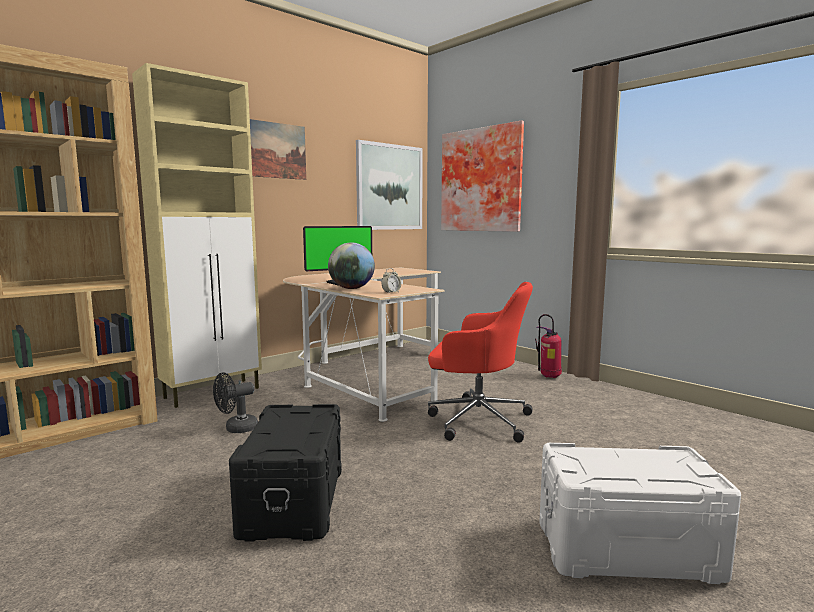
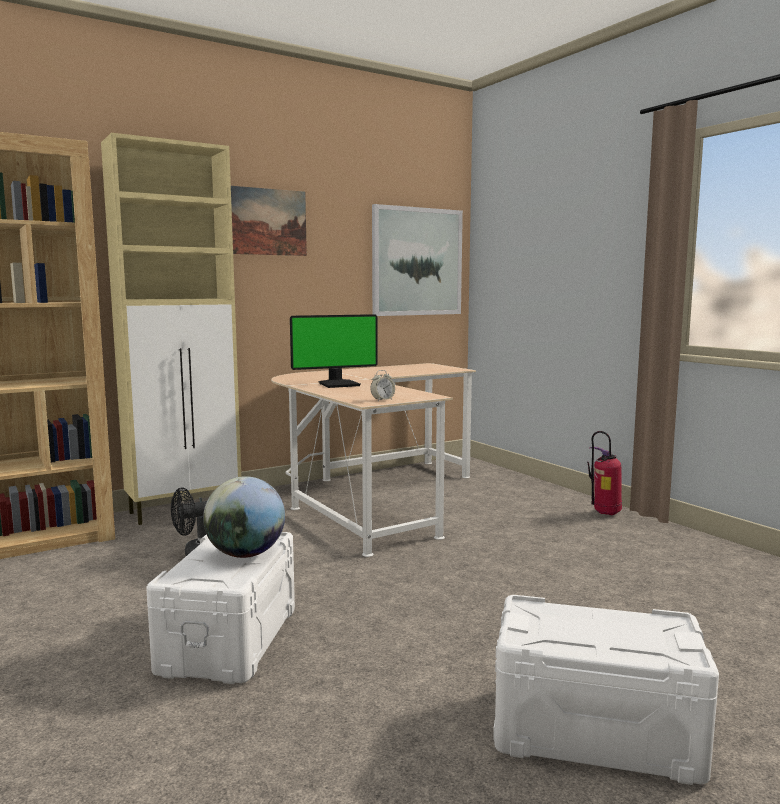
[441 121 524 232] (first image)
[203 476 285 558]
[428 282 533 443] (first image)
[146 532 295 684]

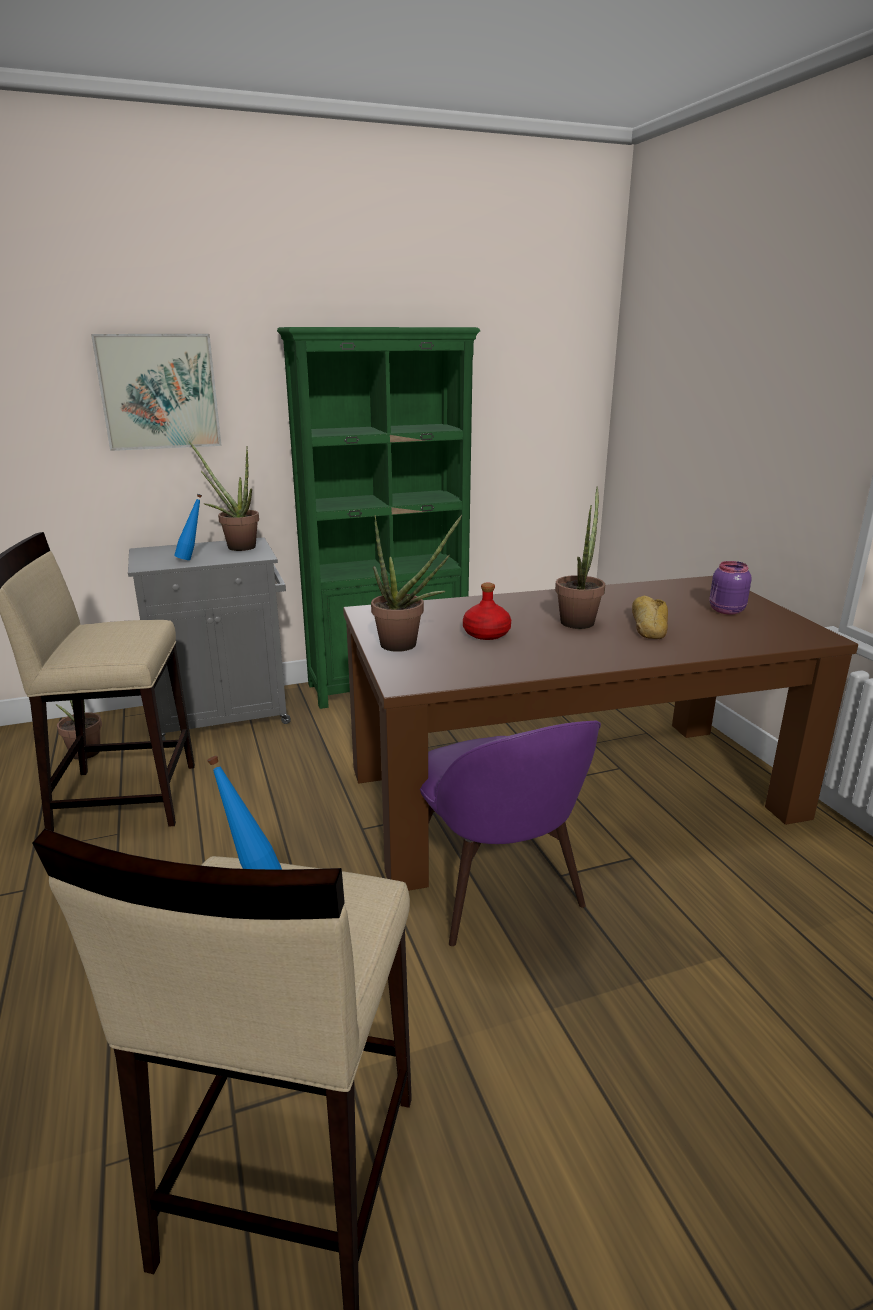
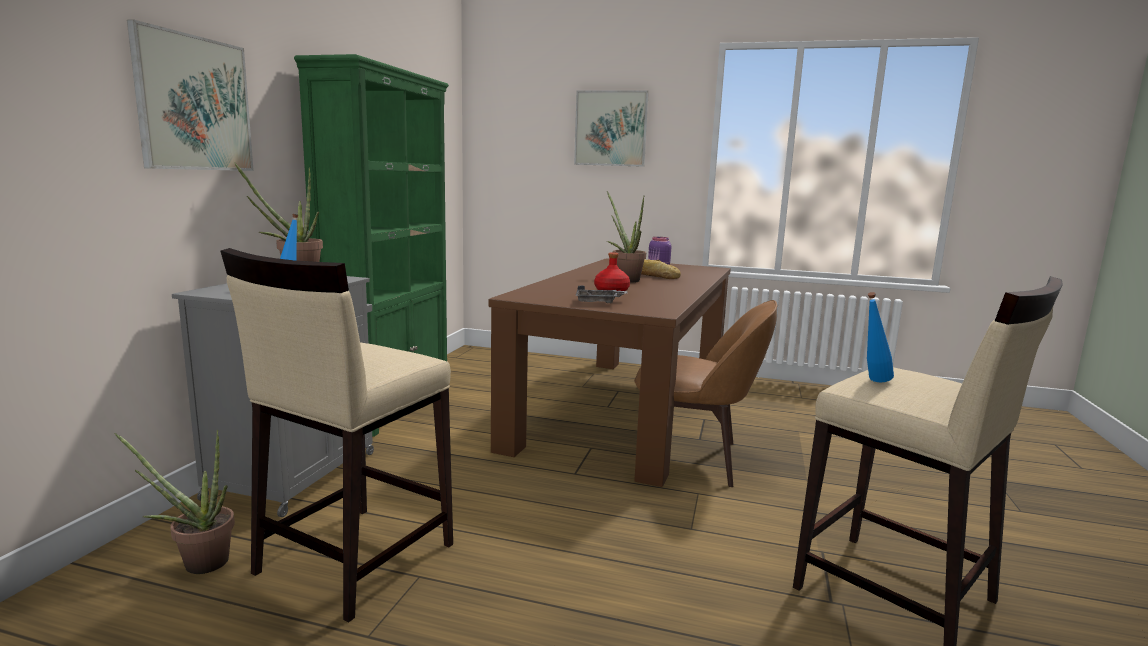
[575 285 627 303]
[634 300 777 487]
[574 90 649 167]

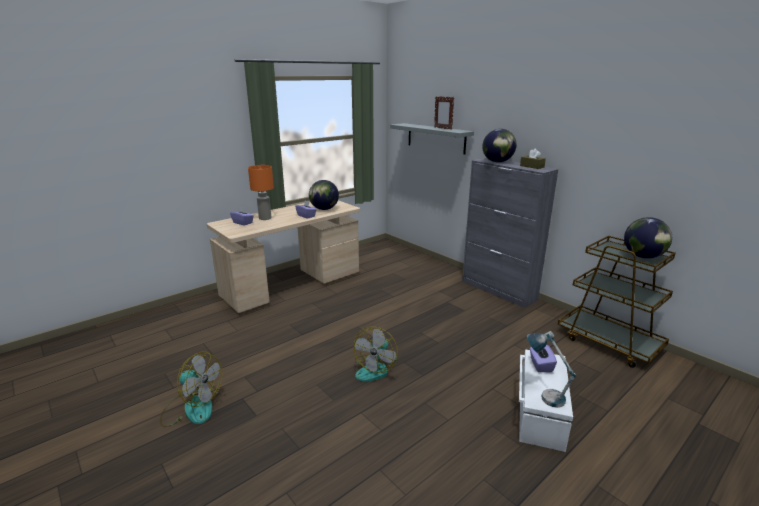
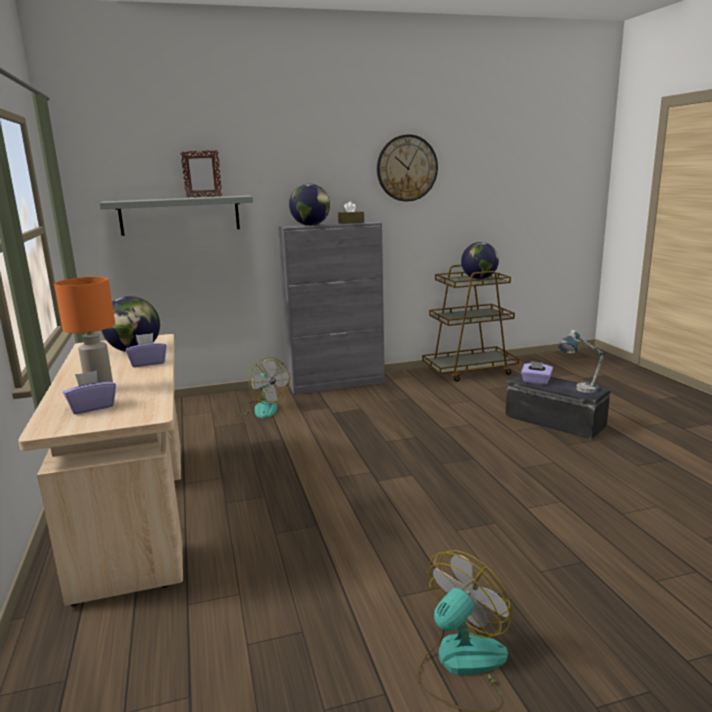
[234 357 290 418]
[505 374 611 439]
[377 134 438 202]

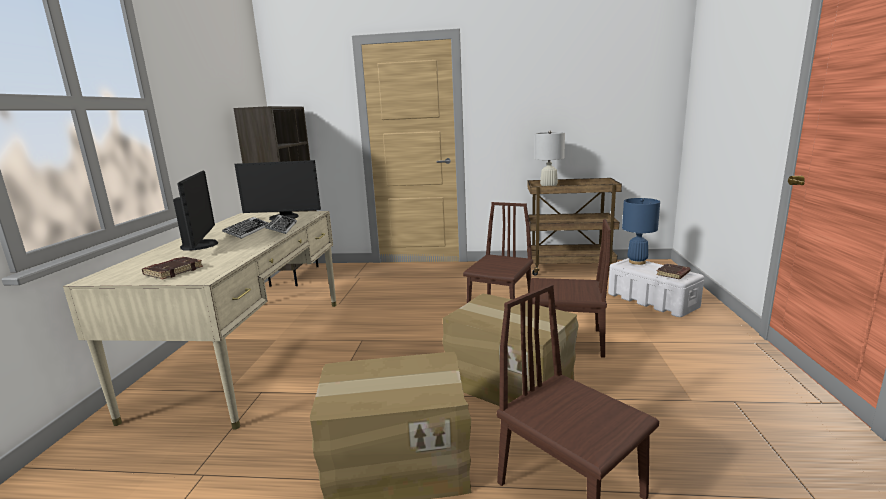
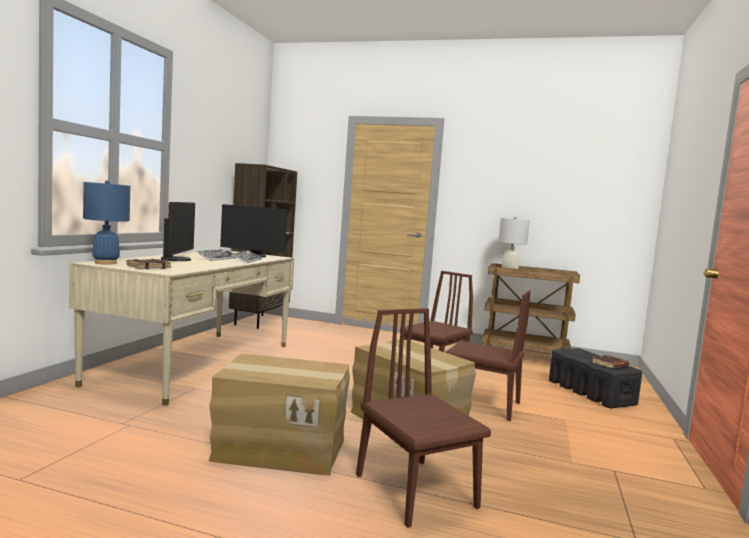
[83 180 130 265]
[549 348 642 408]

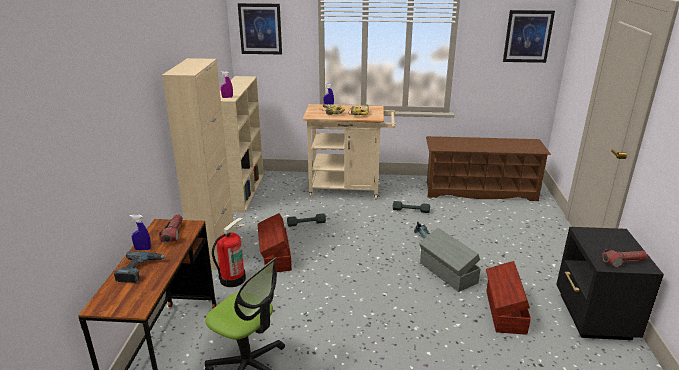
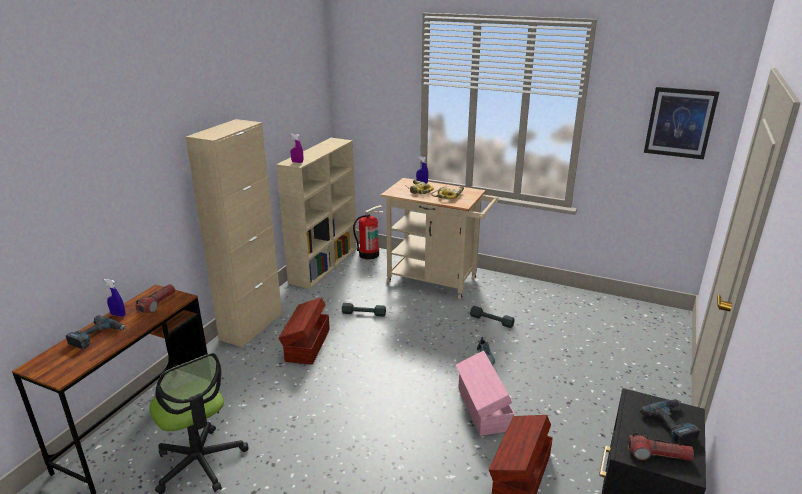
[238 3 282 55] (first image)
[426 136 551 201] (first image)
[353 205 384 260]
[456 351 514 436]
[640 400 701 444]

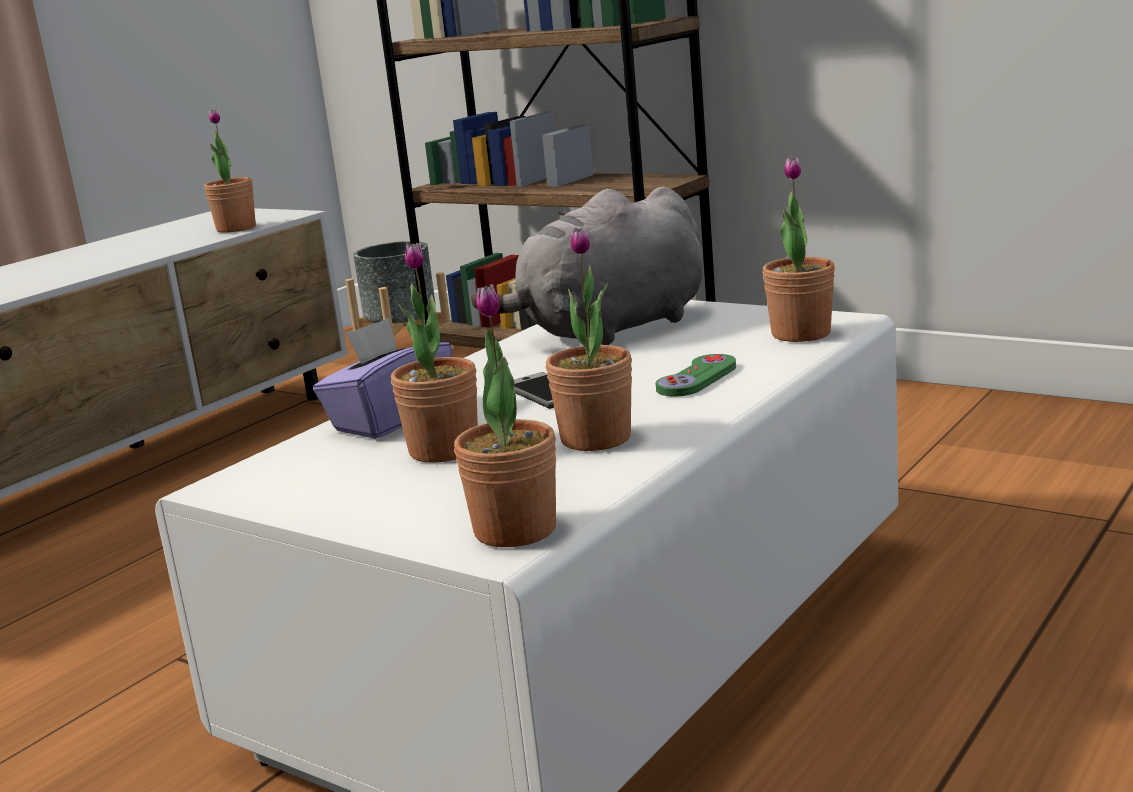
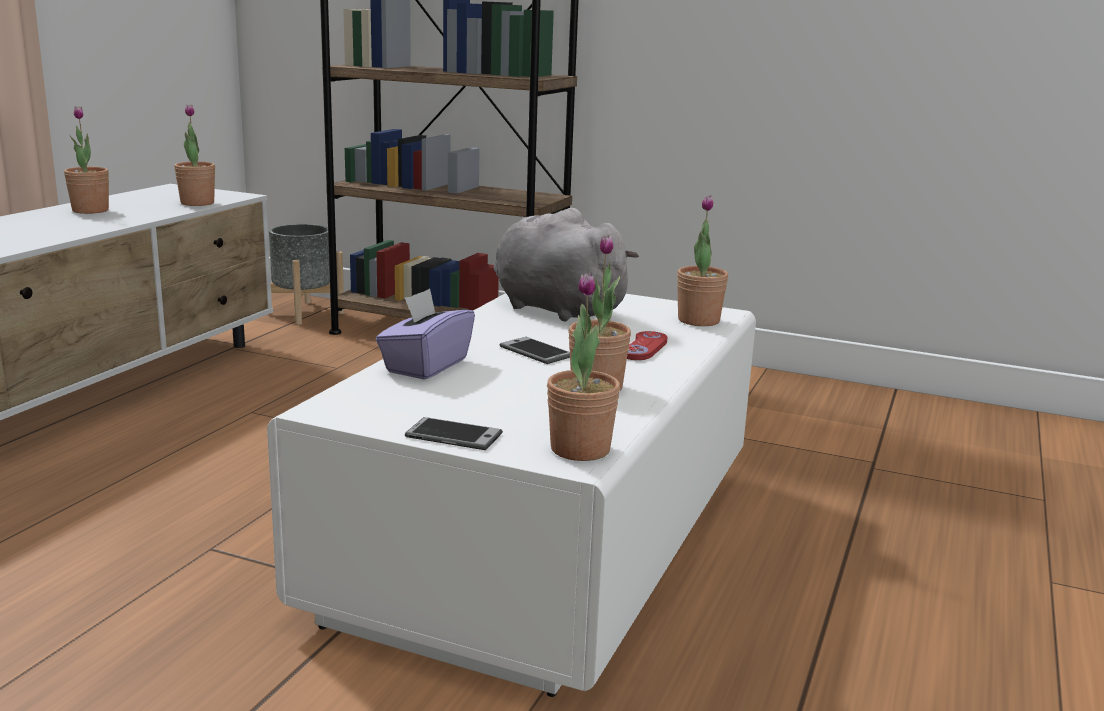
[494 208 639 321]
[64 106 109 214]
[627 331 667 360]
[405 417 503 450]

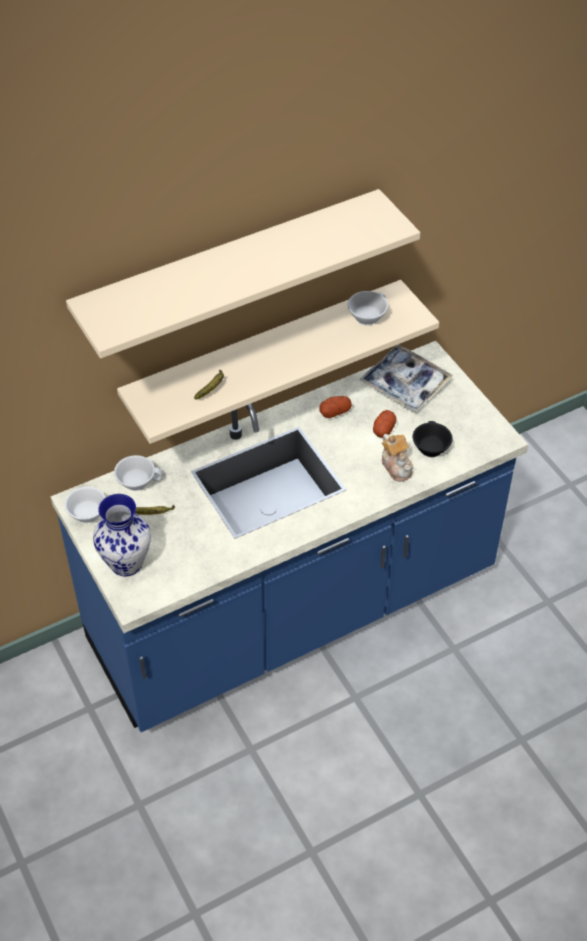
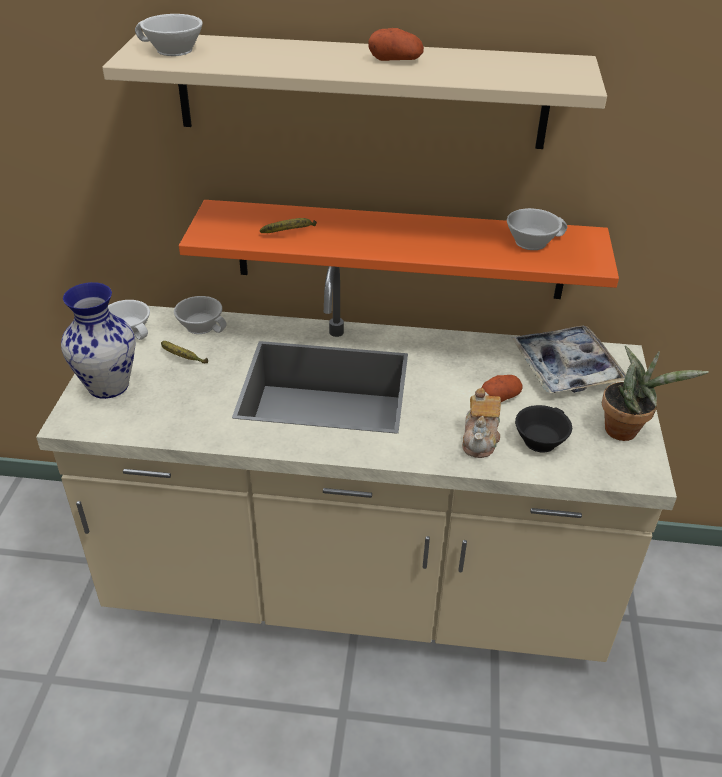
[179 200 619 299]
[36 266 677 662]
[368 28 424 61]
[135 14 203 56]
[602 346 709 441]

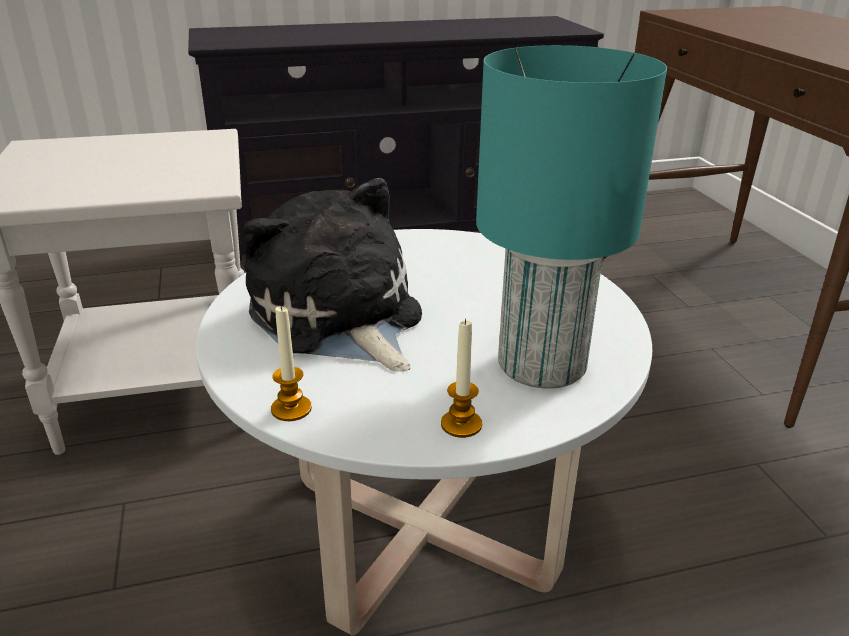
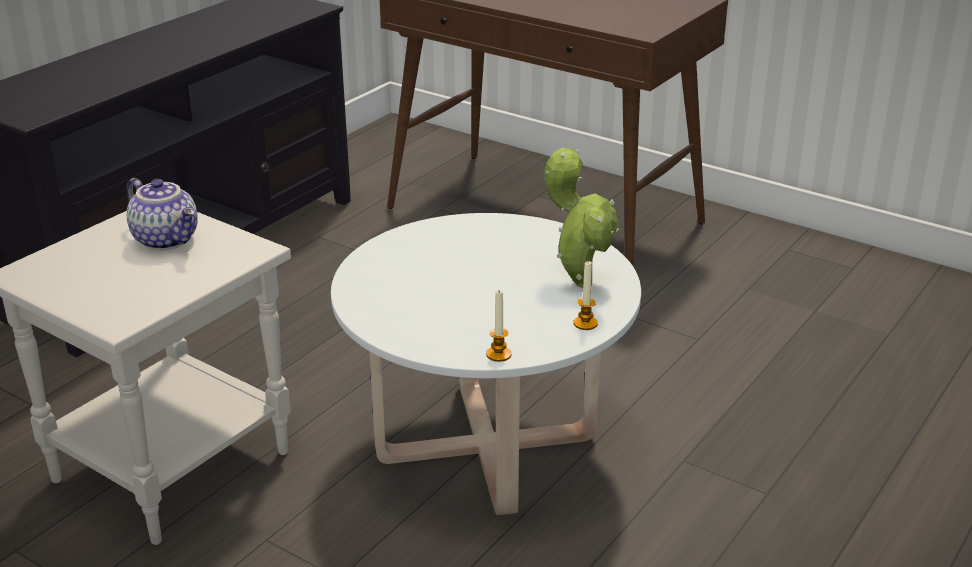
[544 148 619 288]
[242 178 422 372] (first image)
[127 178 198 250]

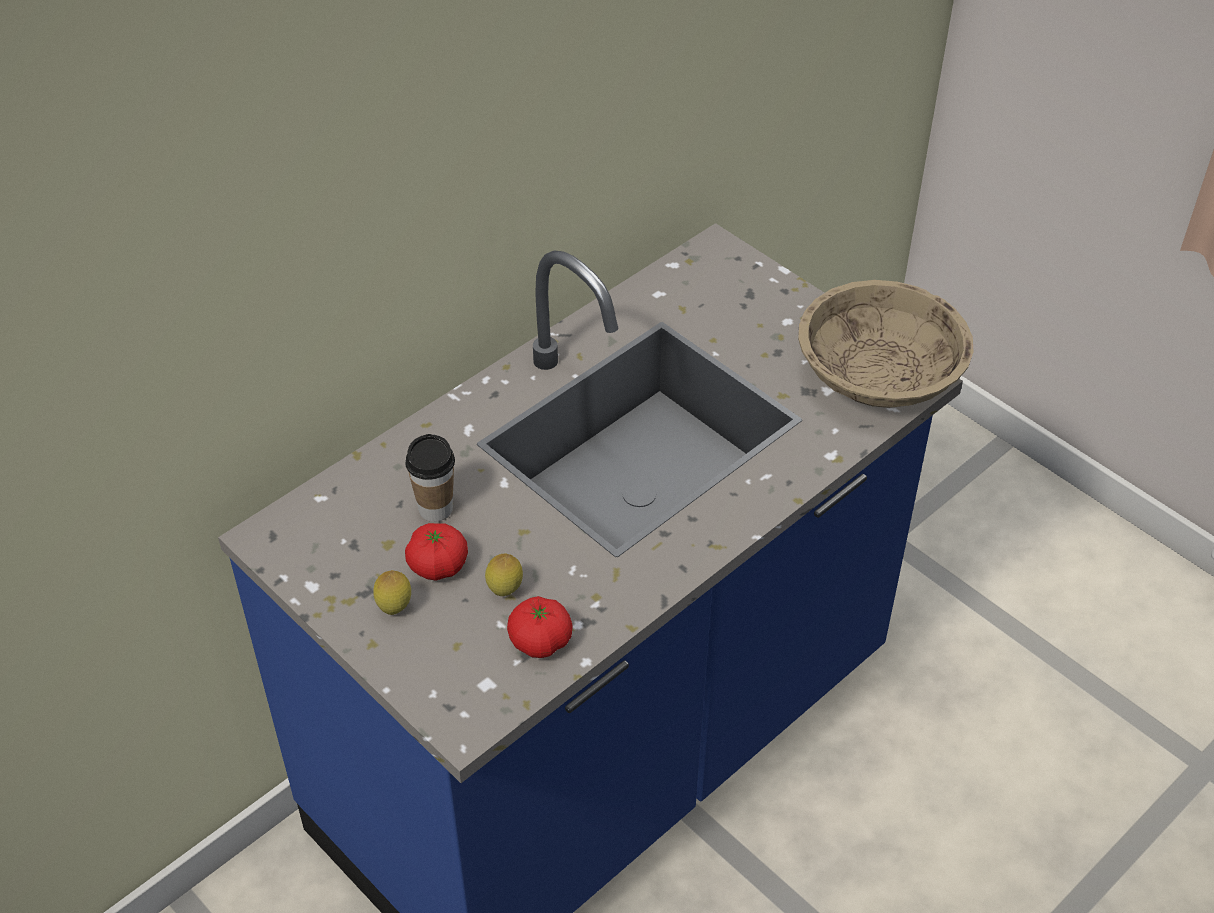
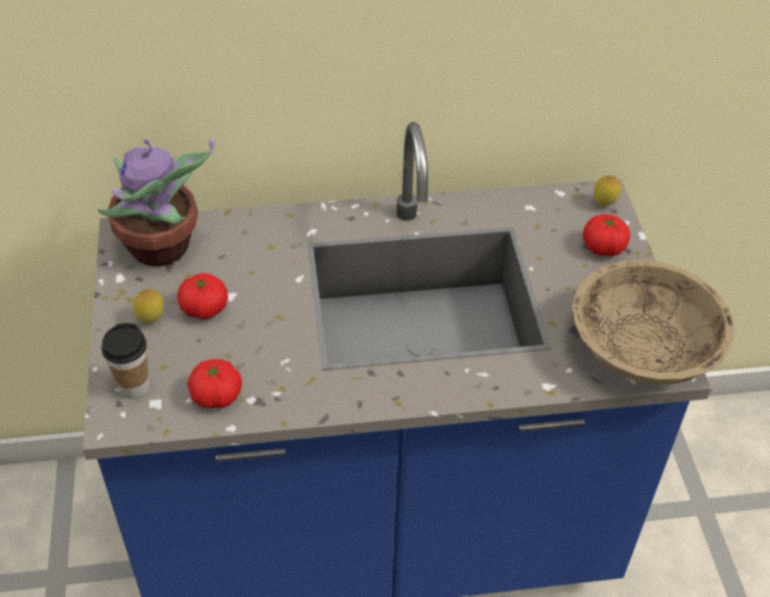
[101 323 149 399]
[594 175 622 206]
[97 138 215 267]
[583 215 630 256]

